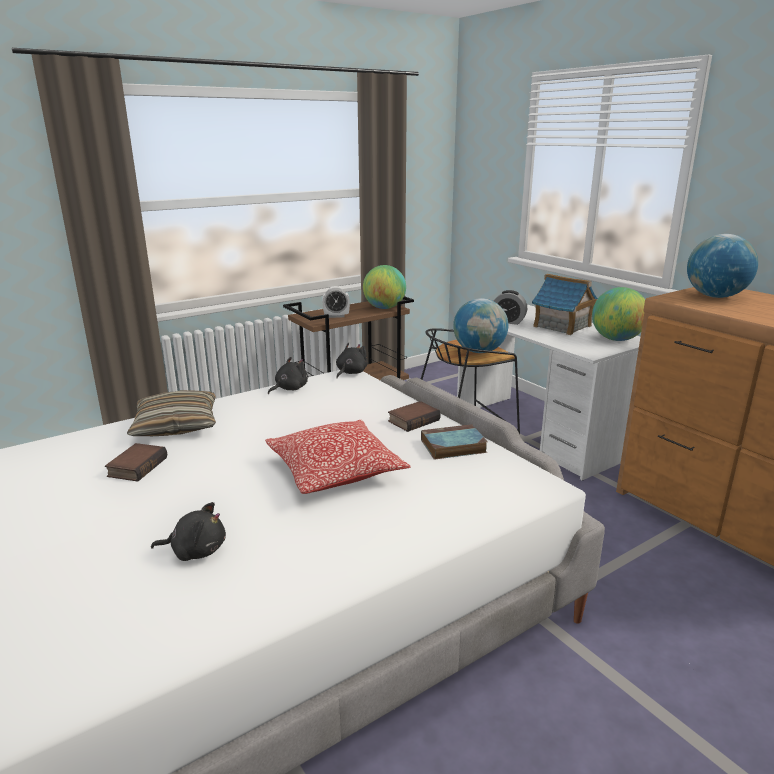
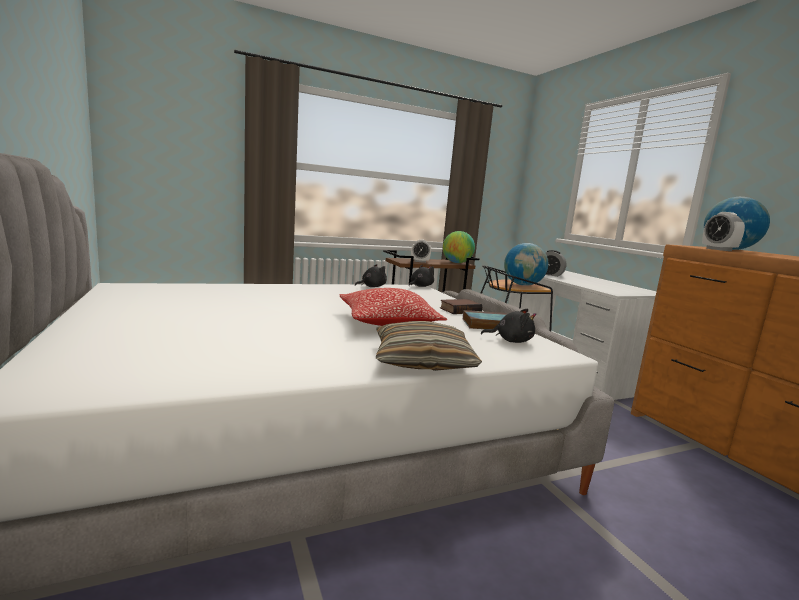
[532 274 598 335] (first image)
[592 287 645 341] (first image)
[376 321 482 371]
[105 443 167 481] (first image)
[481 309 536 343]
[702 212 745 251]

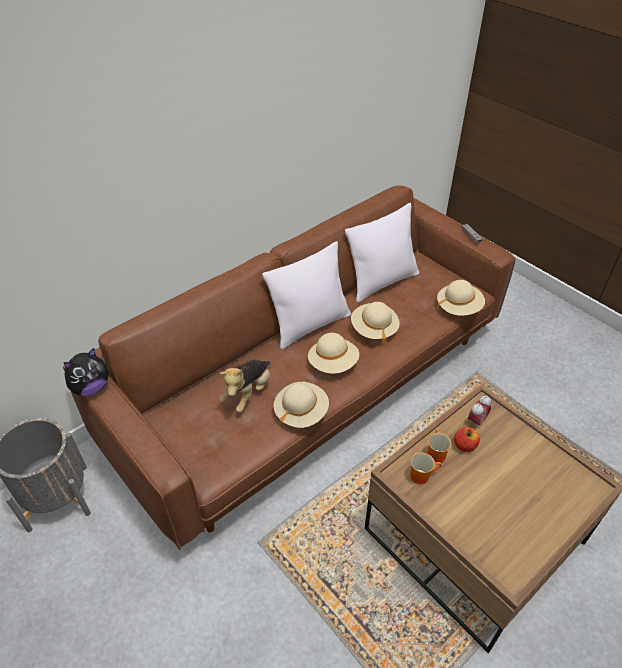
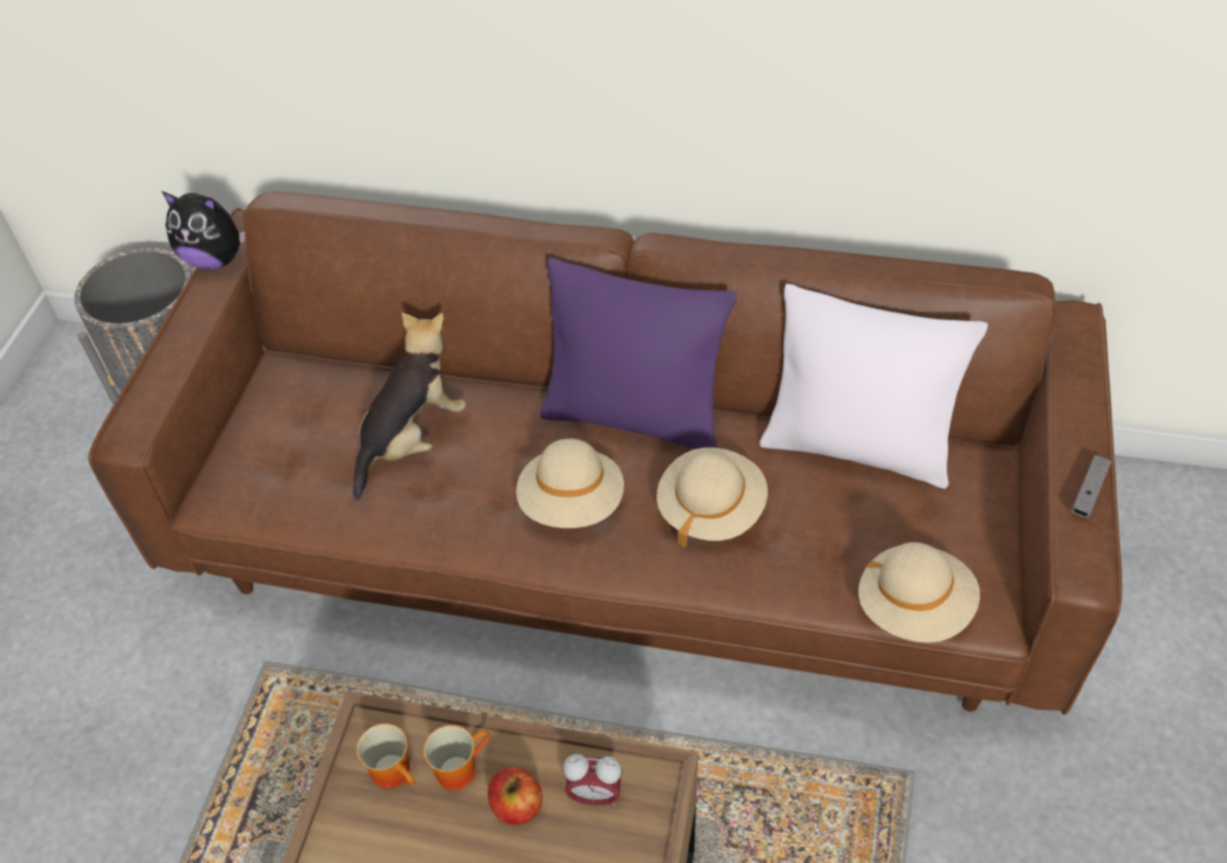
[540 257 737 449]
[353 313 466 500]
[273 382 329 428] (first image)

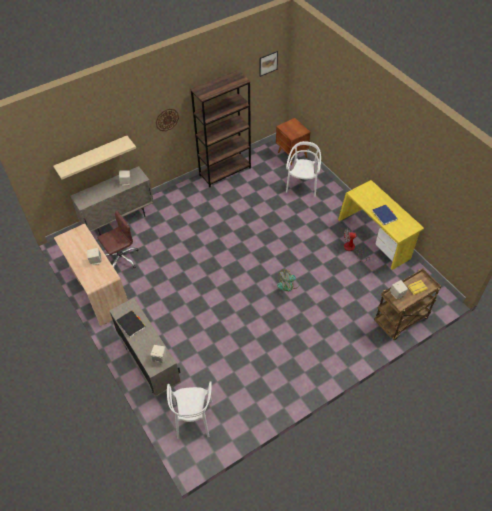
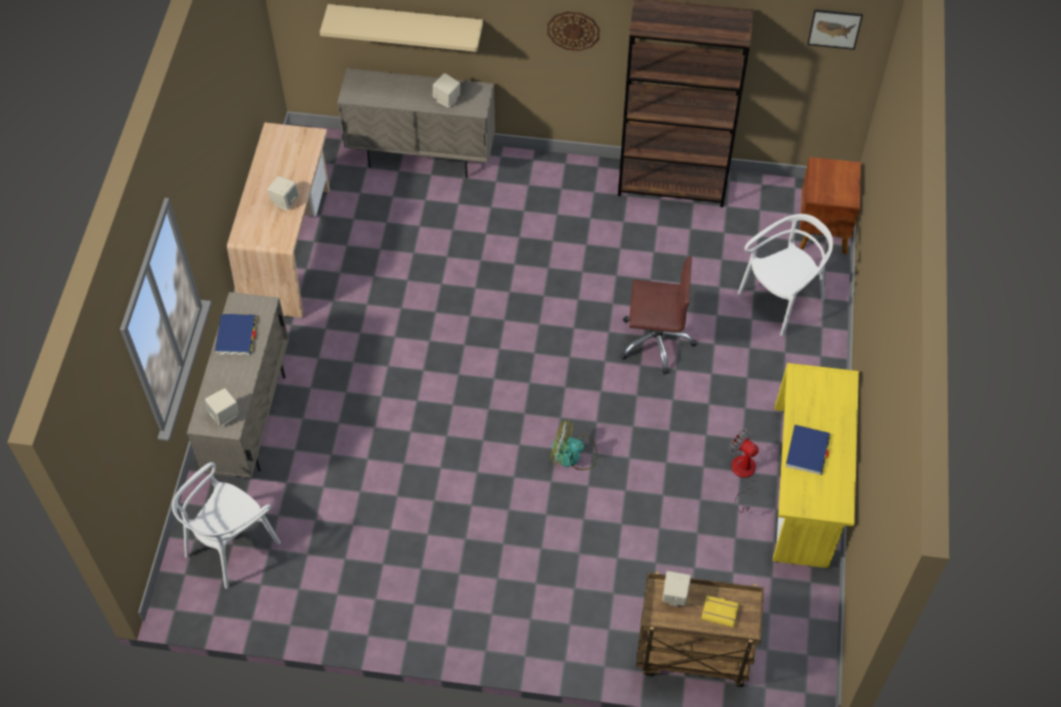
[620 256 697 374]
[215 314 257 355]

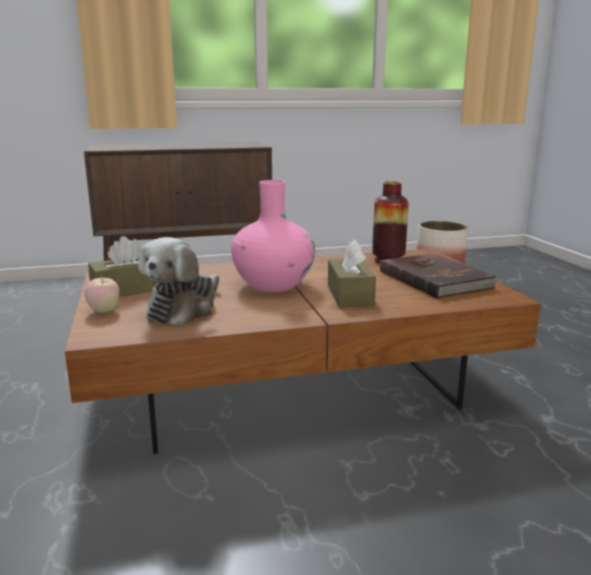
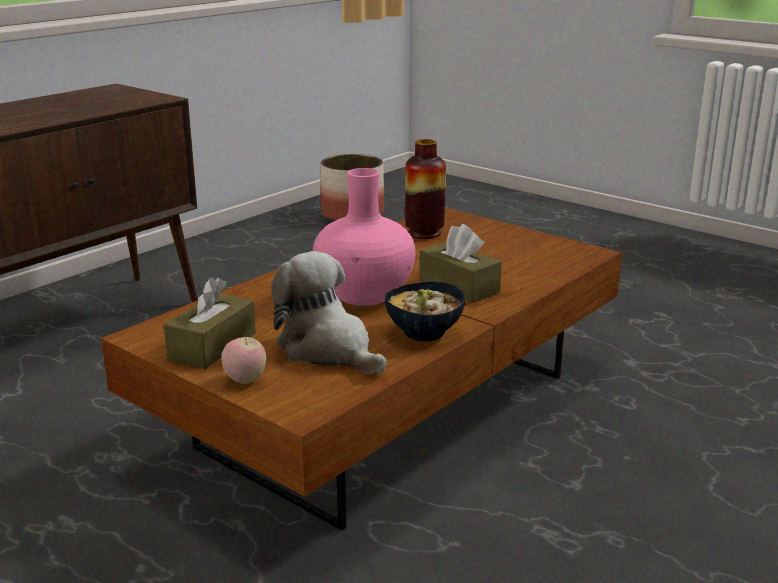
[271 251 387 374]
[380 253 497 299] (first image)
[385 281 465 341]

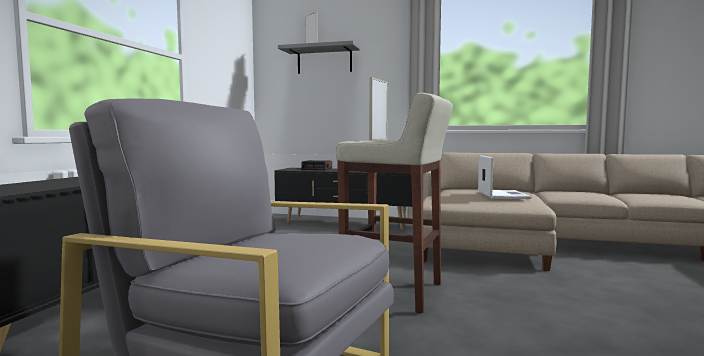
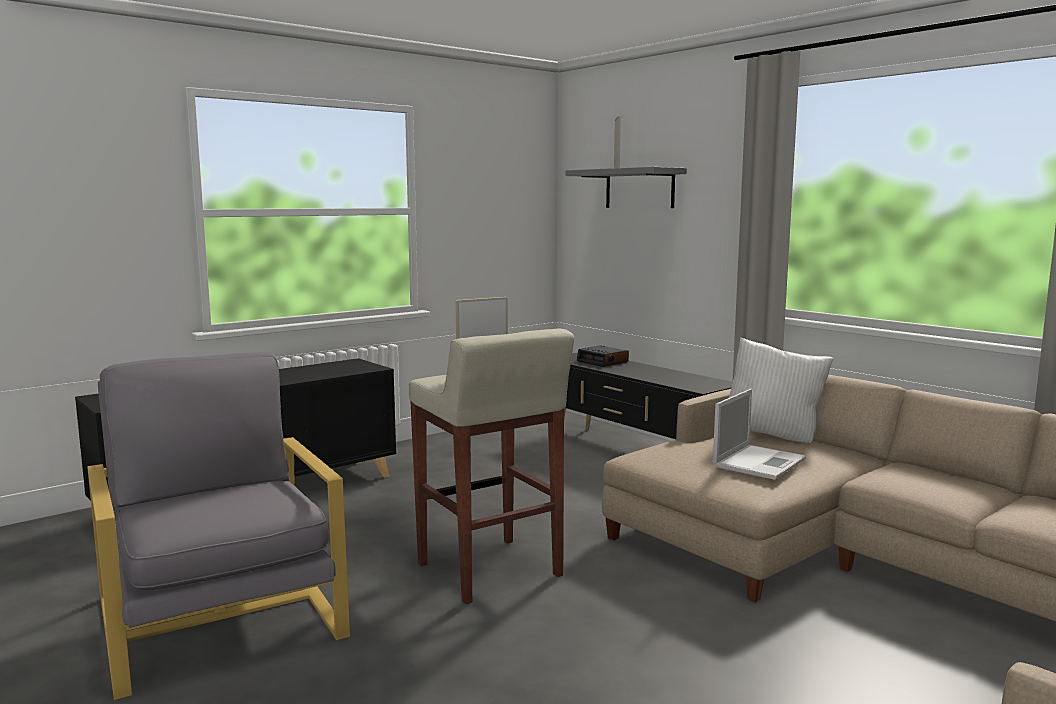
[729 337 834 443]

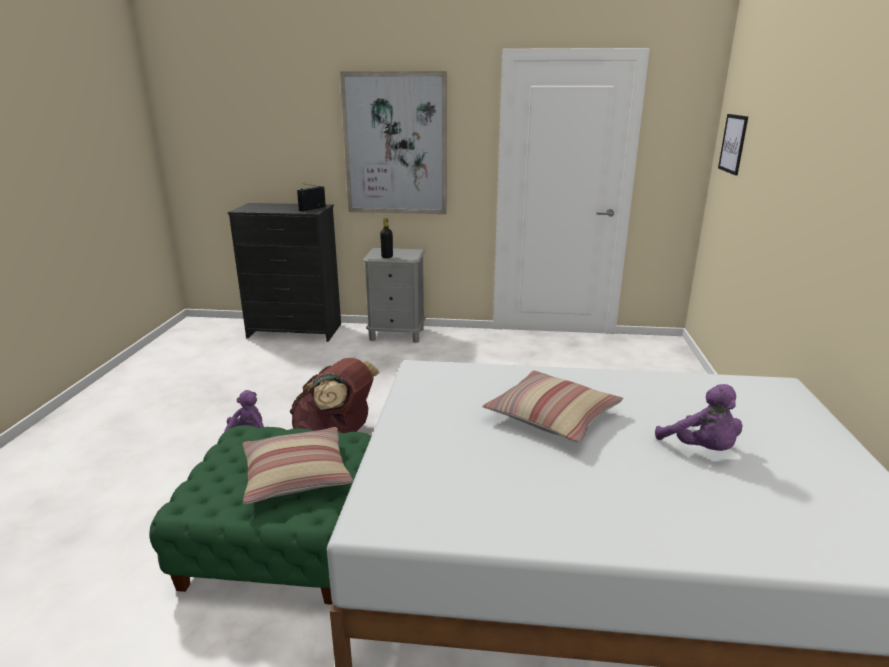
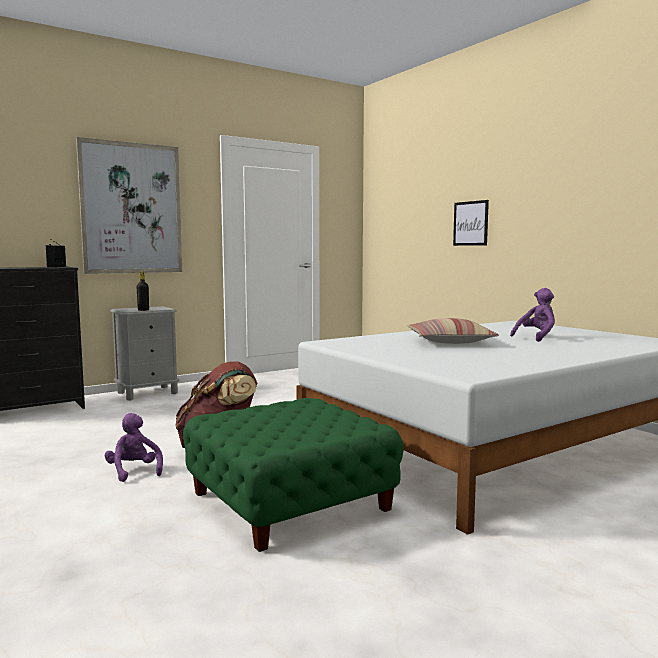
[453 200 489 246]
[510 288 555 342]
[242 427 353 504] (first image)

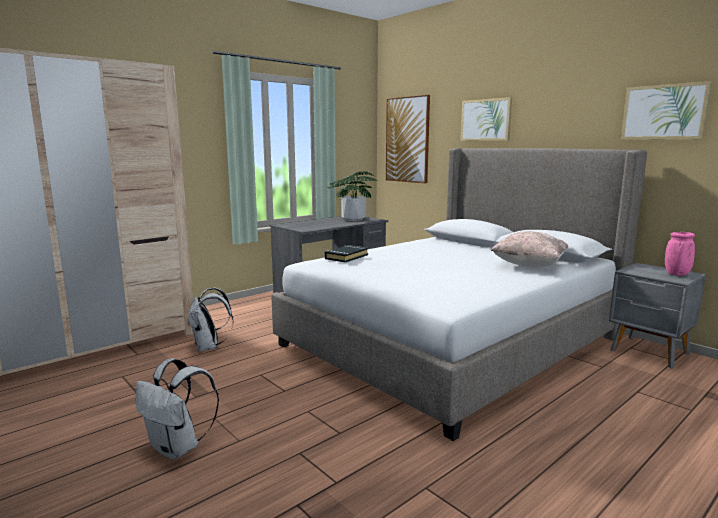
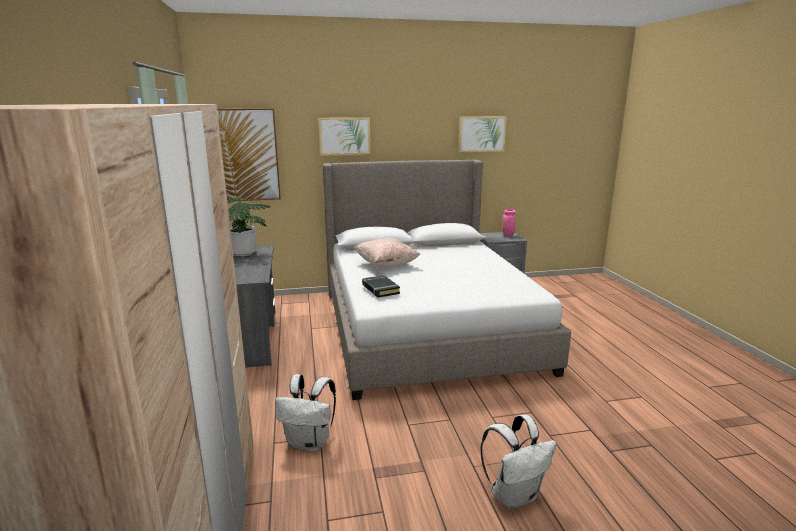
[354 238 420 268]

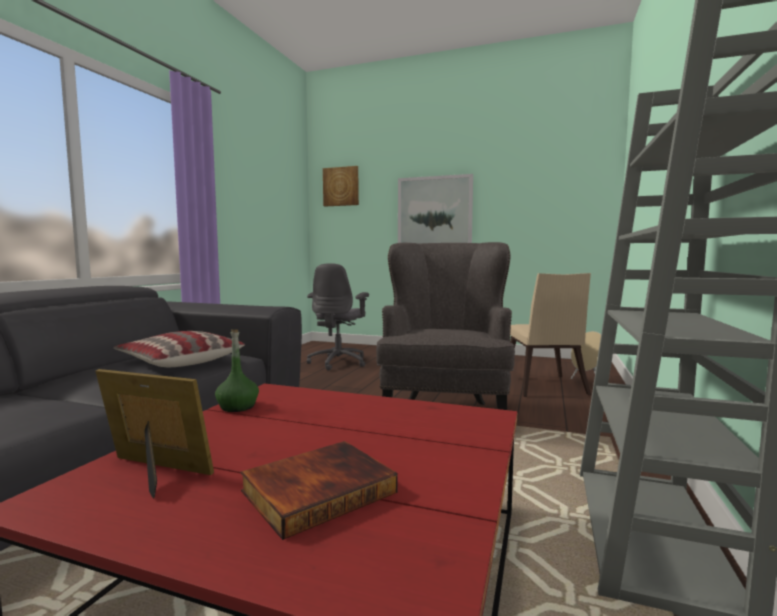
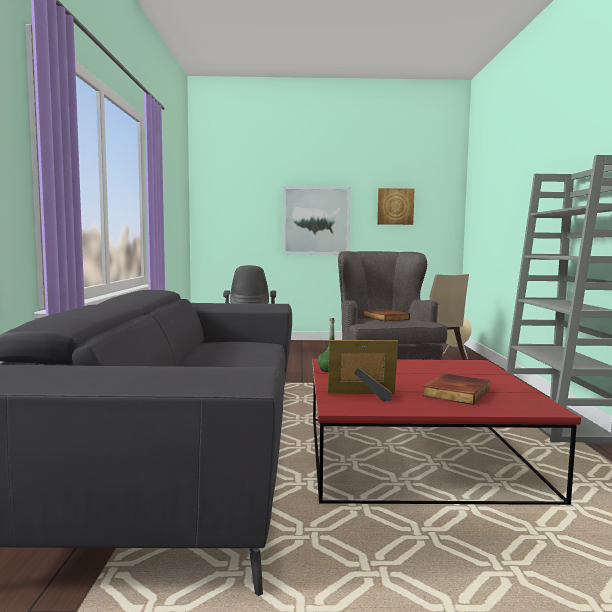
[377 188 414 225]
[114 331 245 367] (first image)
[363 309 410 321]

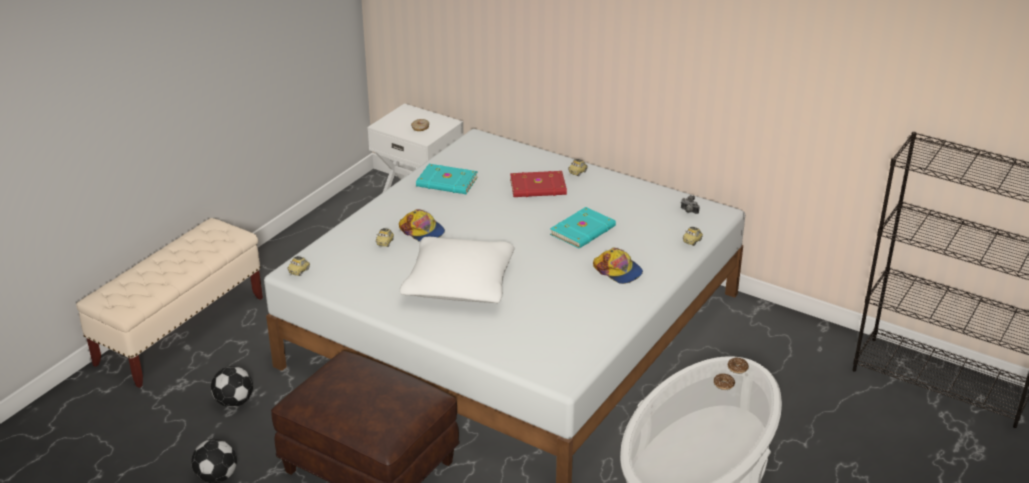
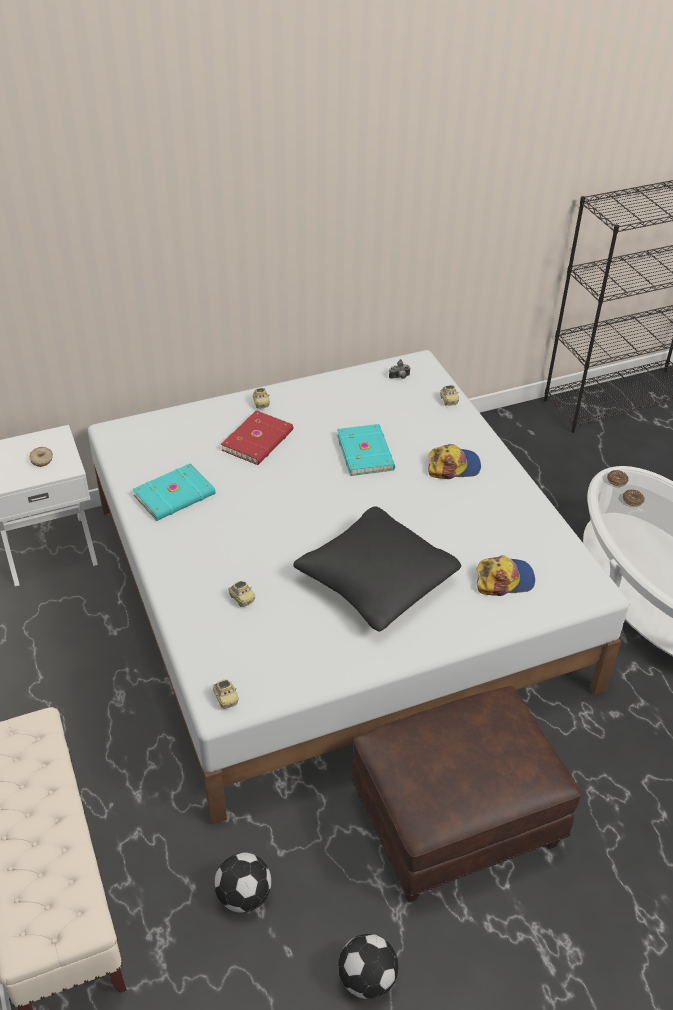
[476 555 535 596]
[293 506 461 632]

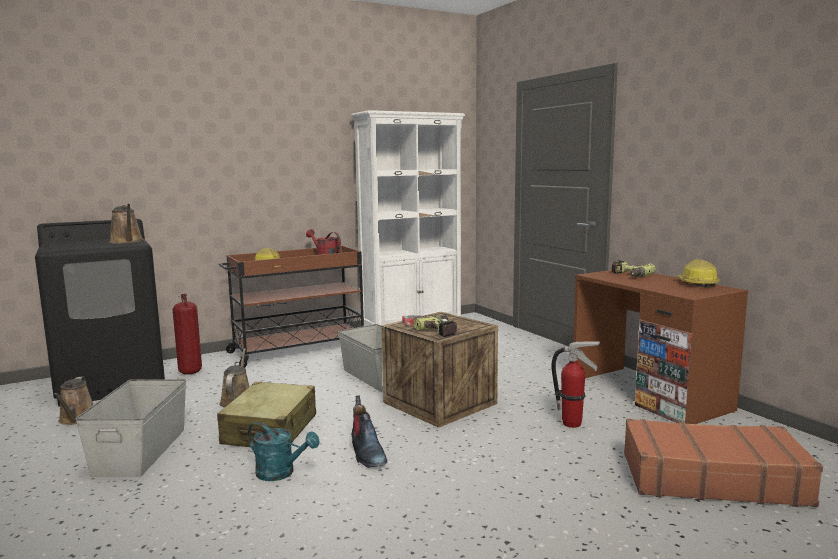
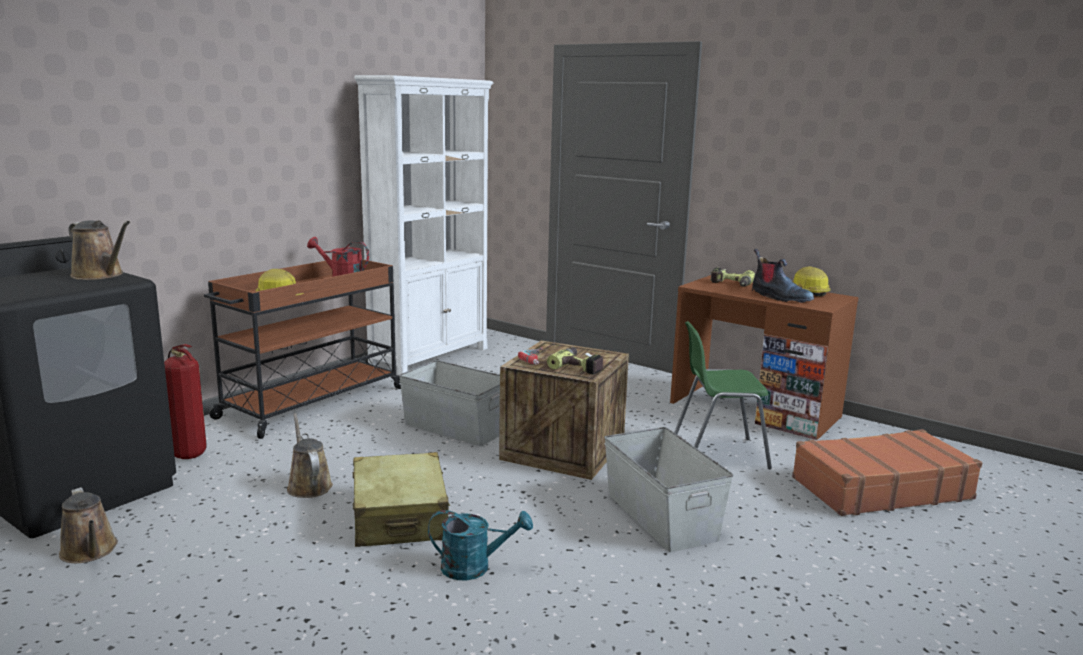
[674 321 772 469]
[604 427 733 552]
[752 249 814 303]

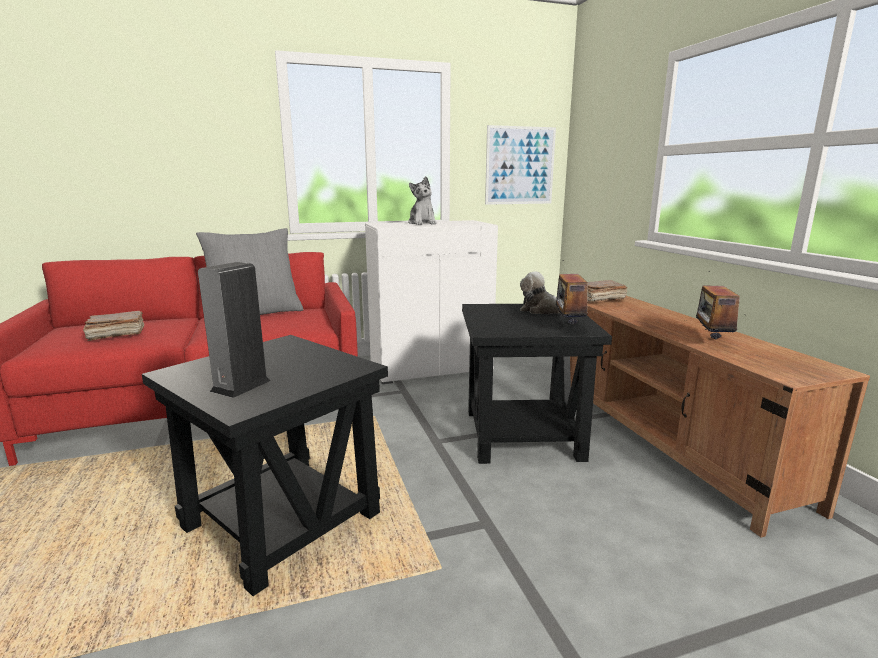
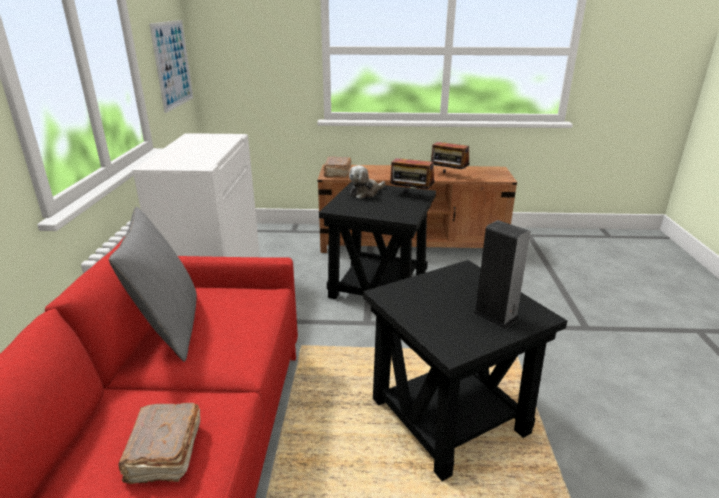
[408 176 437 225] (first image)

